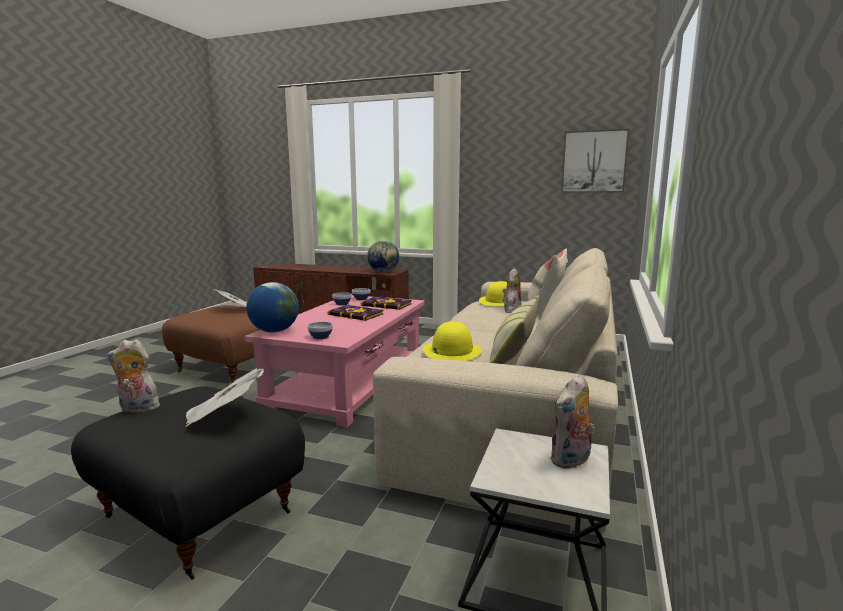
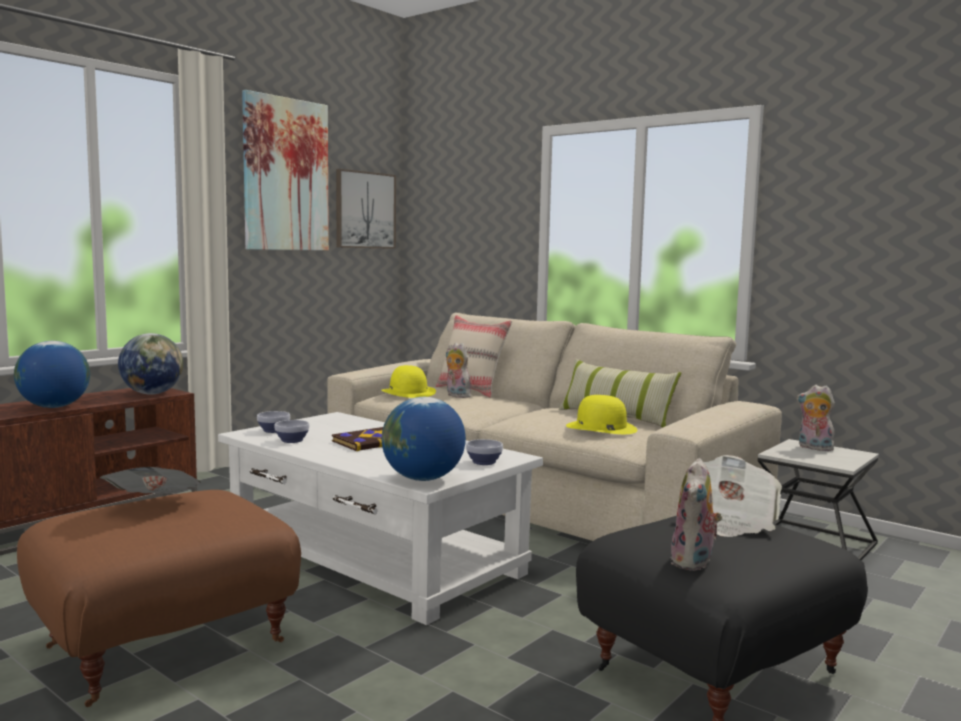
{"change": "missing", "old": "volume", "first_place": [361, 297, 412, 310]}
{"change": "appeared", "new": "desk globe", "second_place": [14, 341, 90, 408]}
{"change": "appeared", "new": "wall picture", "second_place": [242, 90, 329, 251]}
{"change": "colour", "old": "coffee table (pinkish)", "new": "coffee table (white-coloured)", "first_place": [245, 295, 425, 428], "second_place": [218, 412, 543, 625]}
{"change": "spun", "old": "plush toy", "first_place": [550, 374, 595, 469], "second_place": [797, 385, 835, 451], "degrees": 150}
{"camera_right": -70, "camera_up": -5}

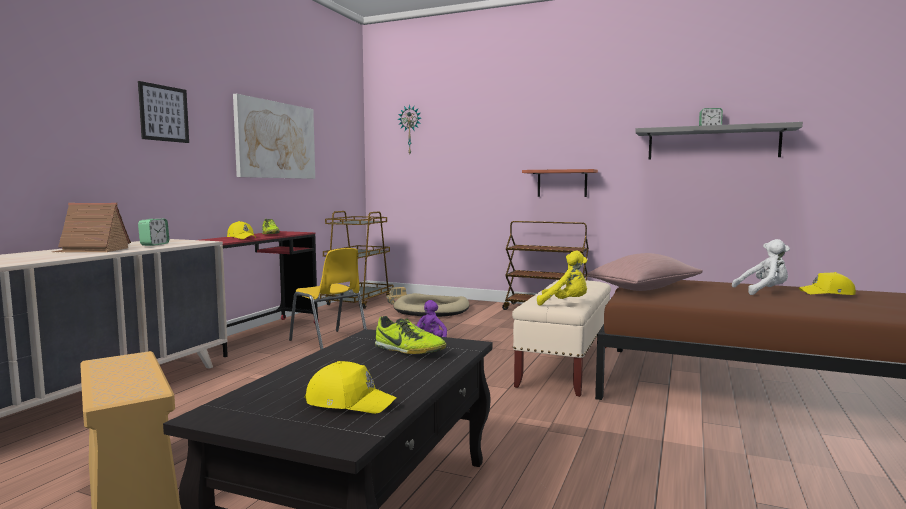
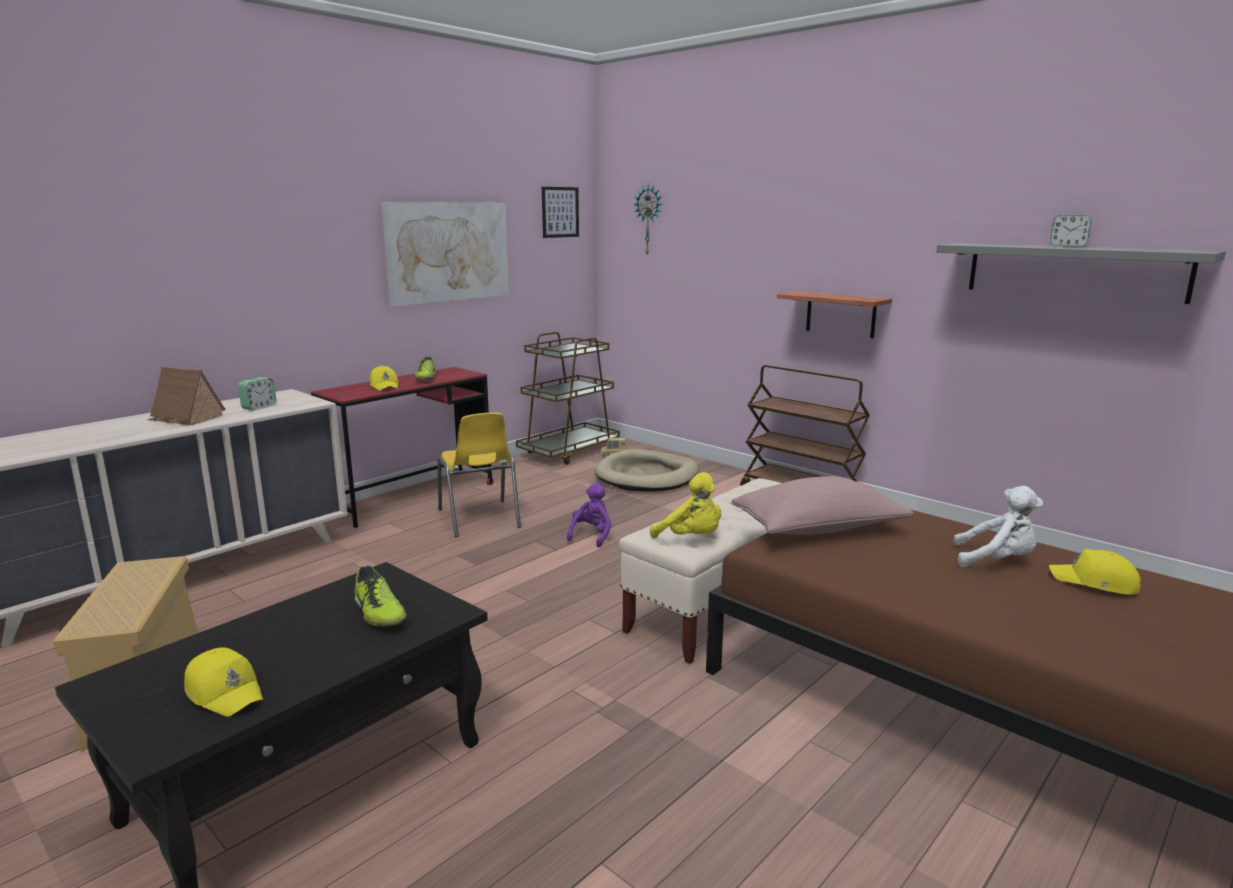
{"change": "relocated", "old": "wall picture", "first_place": [138, 81, 189, 143], "second_place": [542, 187, 579, 238]}
{"camera_right": 20, "camera_up": 10}

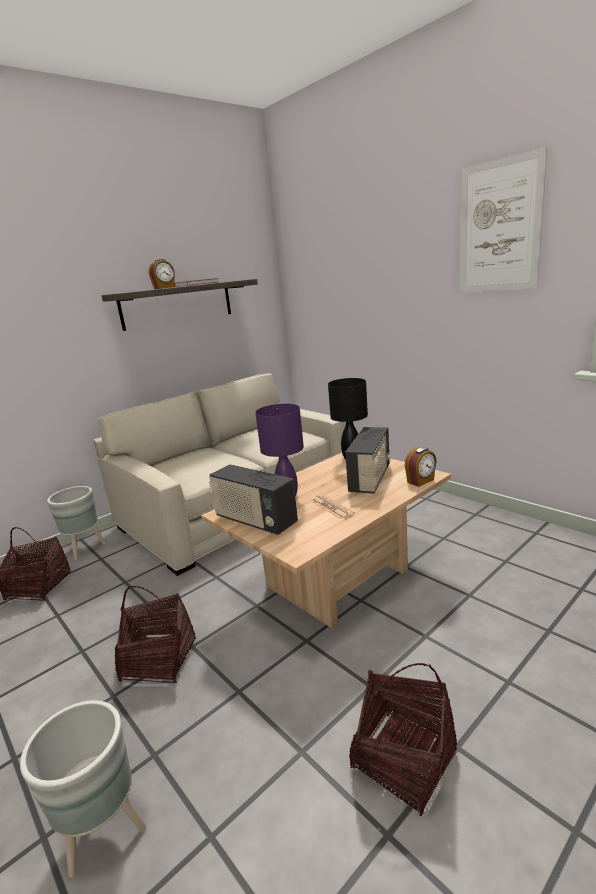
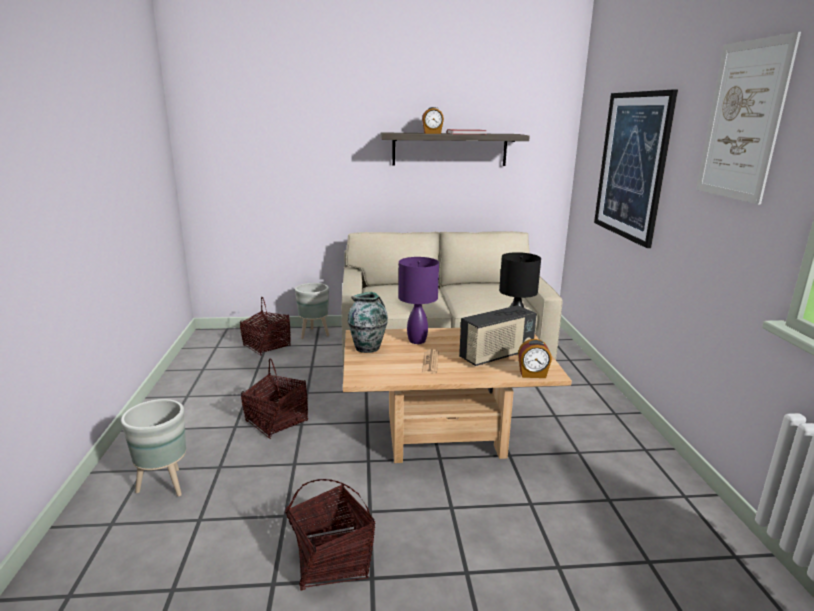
{"change": "appeared", "new": "wall picture", "second_place": [594, 89, 678, 248]}
{"change": "exchanged", "old": "radio", "new": "decorative vase", "first_place": [209, 464, 298, 535], "second_place": [348, 292, 388, 353]}
{"camera_right": 35, "camera_up": 0}

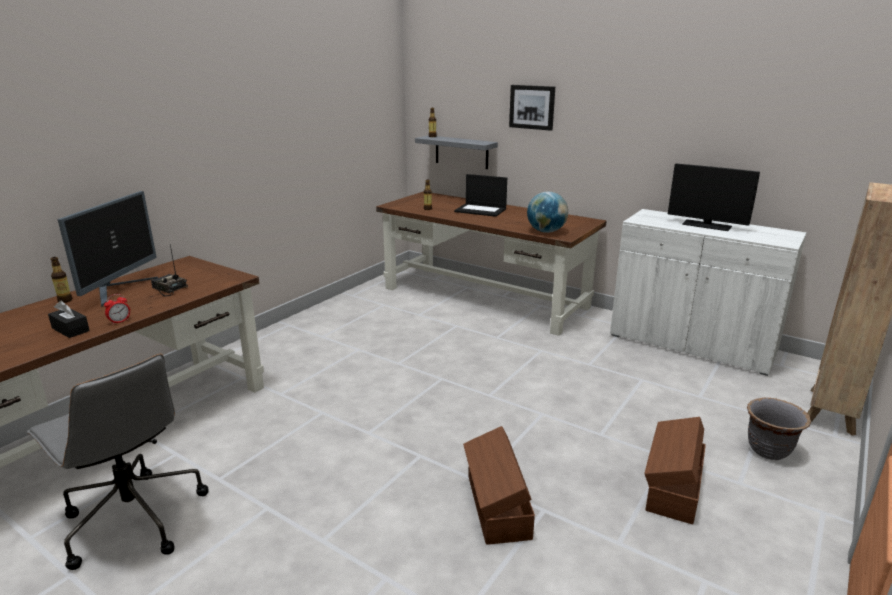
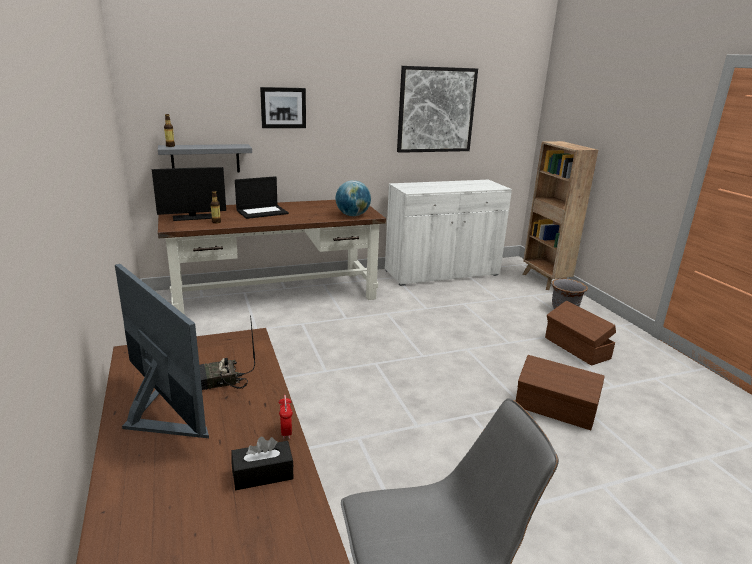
{"change": "missing", "old": "drink bottle", "first_place": [51, 257, 72, 303]}
{"change": "appeared", "new": "wall picture", "second_place": [397, 66, 478, 153]}
{"change": "relocated", "old": "monitor", "first_place": [668, 164, 760, 231], "second_place": [152, 167, 226, 221]}
{"camera_right": -55, "camera_up": 0}

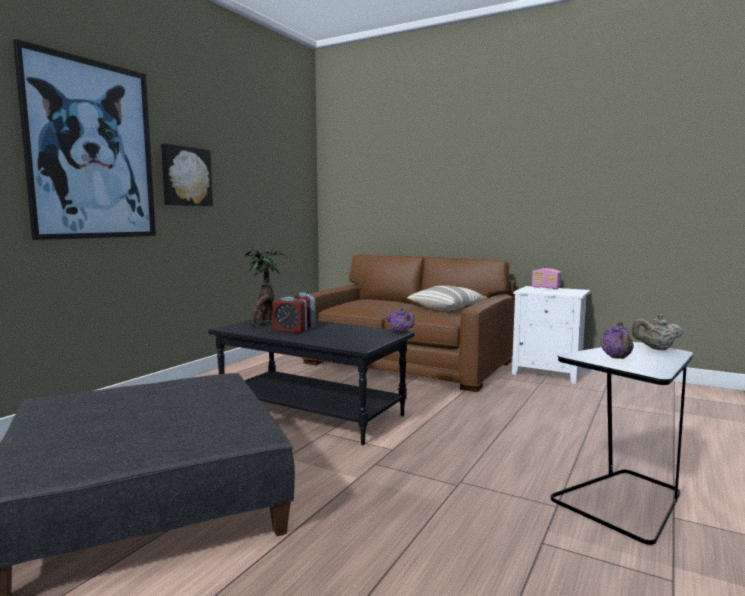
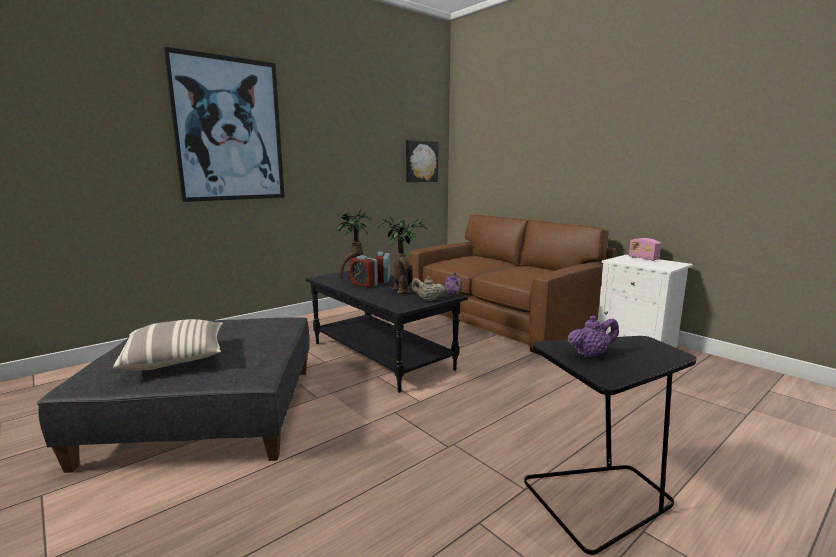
{"change": "appeared", "new": "houseplant", "second_place": [378, 214, 427, 294]}
{"change": "relocated", "old": "wall picture", "first_place": [161, 143, 213, 206], "second_place": [406, 140, 438, 182]}
{"change": "relocated", "old": "cushion", "first_place": [407, 285, 488, 311], "second_place": [113, 319, 223, 371]}
{"change": "relocated", "old": "tea pot (sand-coloured)", "first_place": [631, 314, 683, 350], "second_place": [411, 276, 445, 301]}
{"change": "spun", "old": "tea pot (purple-coloured)", "first_place": [601, 321, 634, 359], "second_place": [568, 315, 619, 357], "degrees": -135}
{"camera_right": 20, "camera_up": 5}

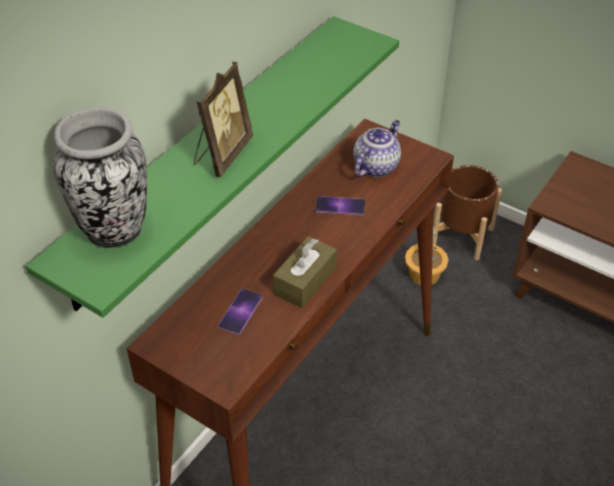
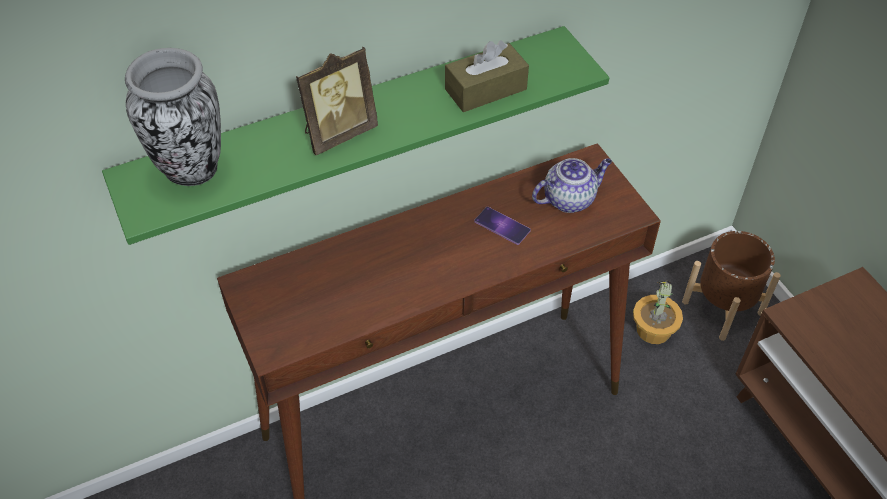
{"change": "missing", "old": "telephone", "first_place": [218, 288, 263, 335]}
{"change": "relocated", "old": "tissue box (brownish)", "first_place": [273, 236, 337, 308], "second_place": [445, 40, 529, 112]}
{"camera_right": 30, "camera_up": 5}

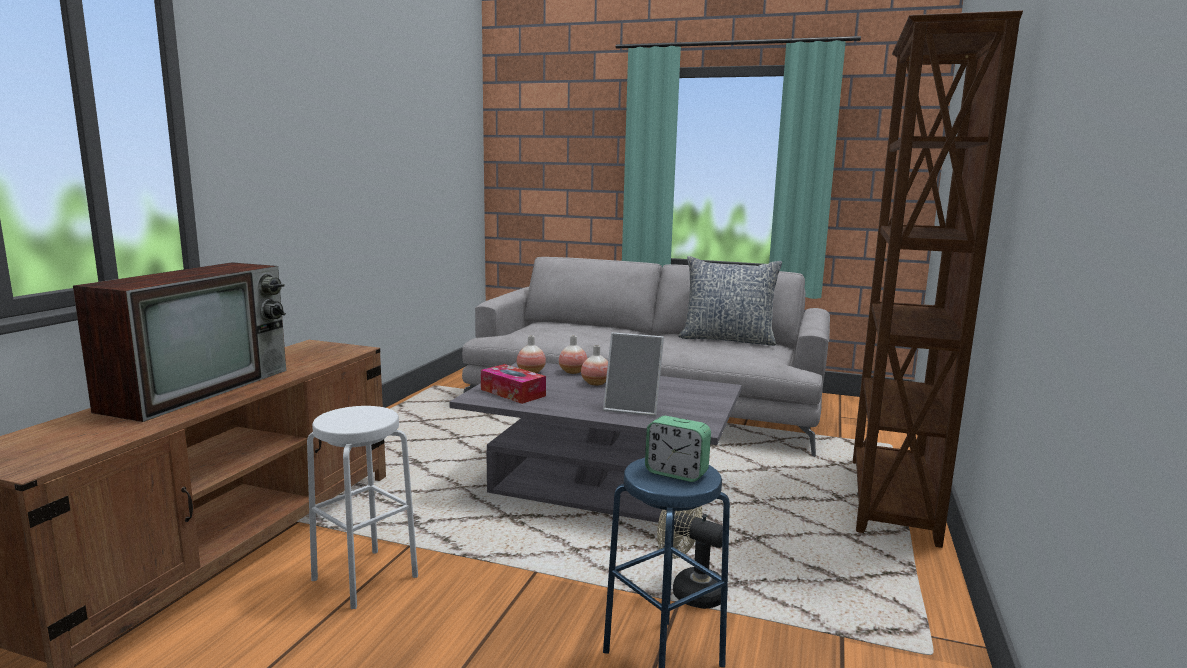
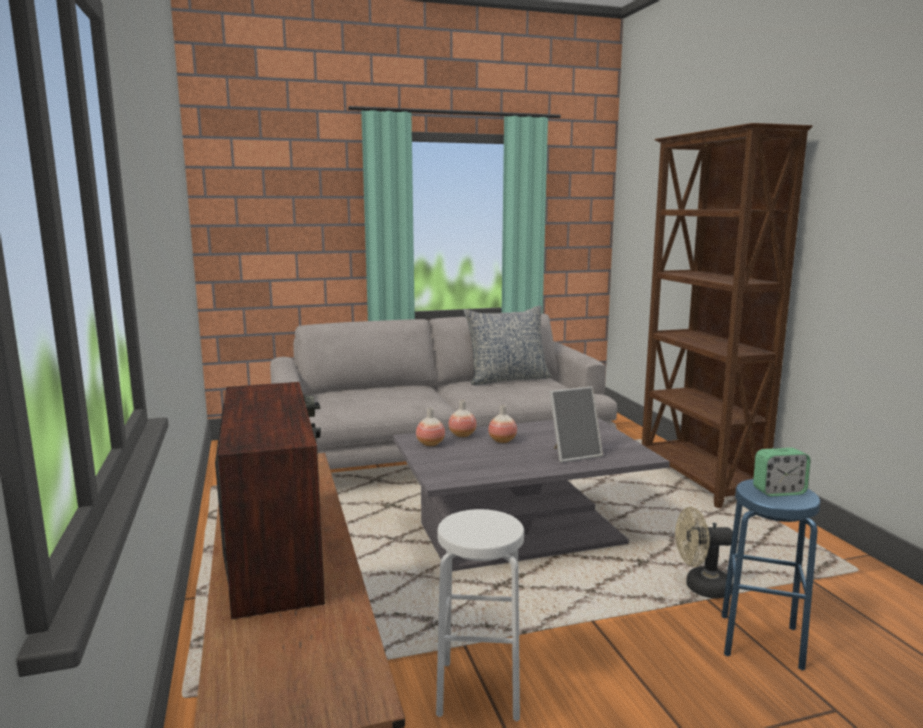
{"change": "missing", "old": "tissue box", "first_place": [481, 364, 546, 404]}
{"camera_right": -35, "camera_up": 0}

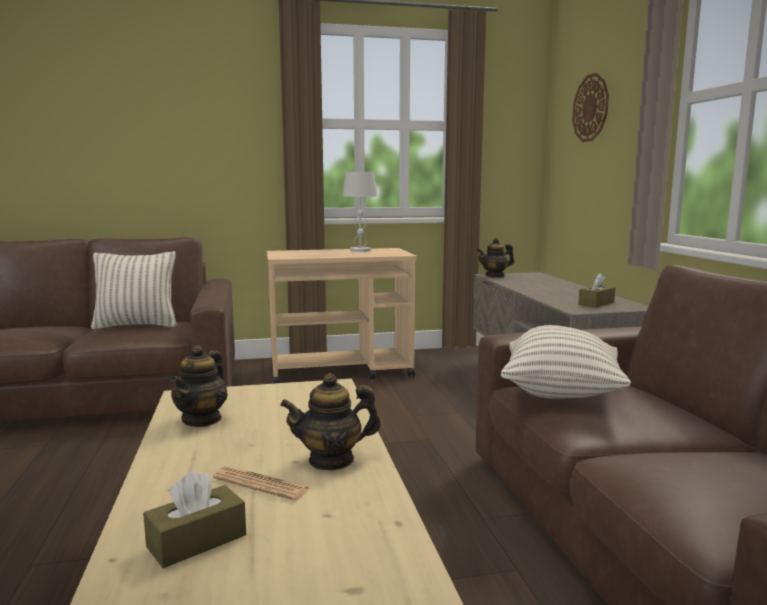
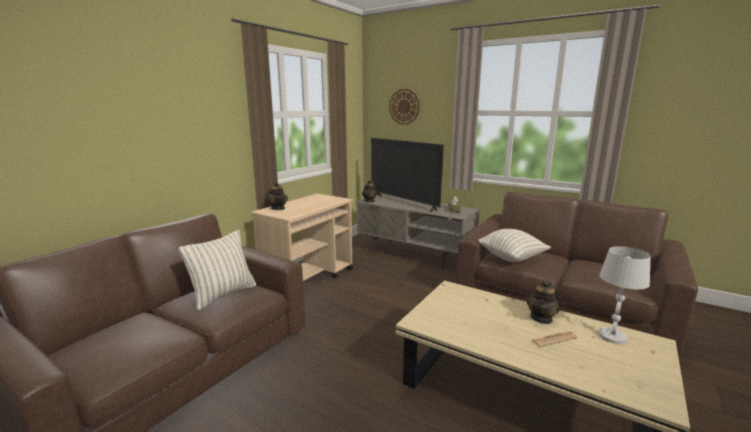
{"change": "missing", "old": "tissue box (brownish)", "first_place": [143, 471, 246, 568]}
{"change": "appeared", "new": "television", "second_place": [371, 138, 444, 212]}
{"change": "relocated", "old": "tea pot", "first_place": [170, 345, 228, 427], "second_place": [267, 182, 288, 210]}
{"change": "relocated", "old": "tabletop lamp (white-coloured)", "first_place": [342, 172, 378, 252], "second_place": [599, 246, 650, 344]}
{"camera_right": -45, "camera_up": 5}

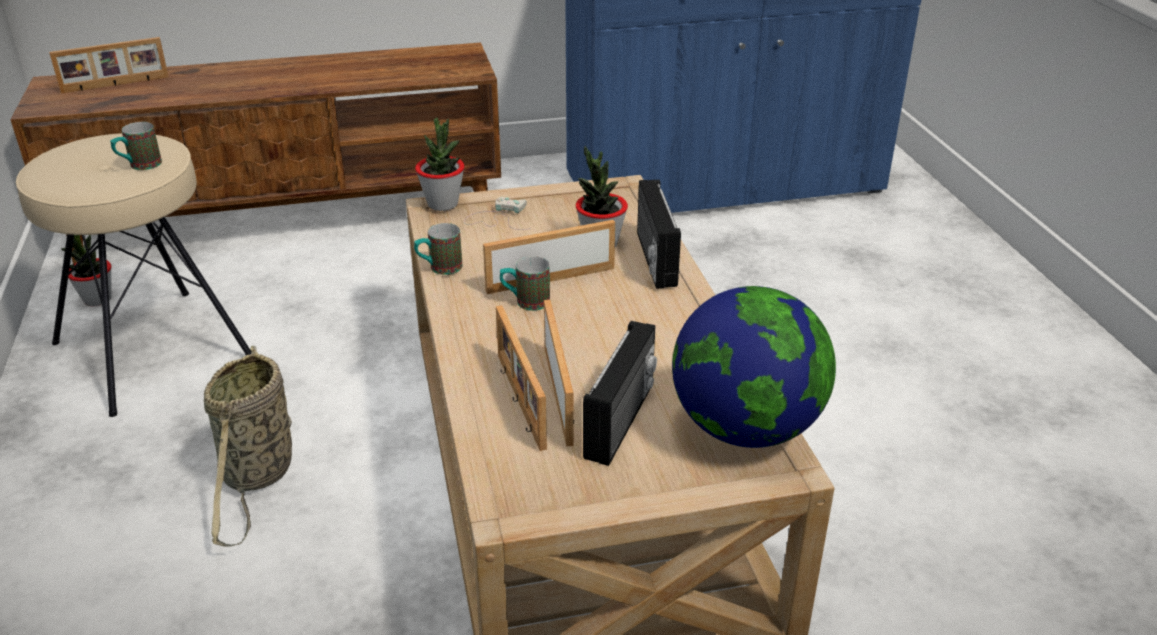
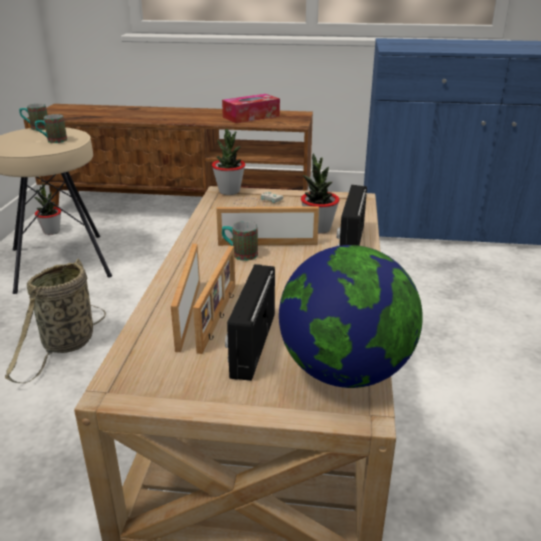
{"change": "missing", "old": "picture frame", "first_place": [49, 37, 169, 93]}
{"change": "appeared", "new": "tissue box", "second_place": [222, 94, 280, 123]}
{"change": "relocated", "old": "tea mug", "first_place": [414, 223, 462, 275], "second_place": [19, 104, 48, 131]}
{"change": "spun", "old": "radio", "first_place": [583, 321, 657, 466], "second_place": [225, 264, 275, 381], "degrees": 150}
{"camera_right": 20, "camera_up": -5}

